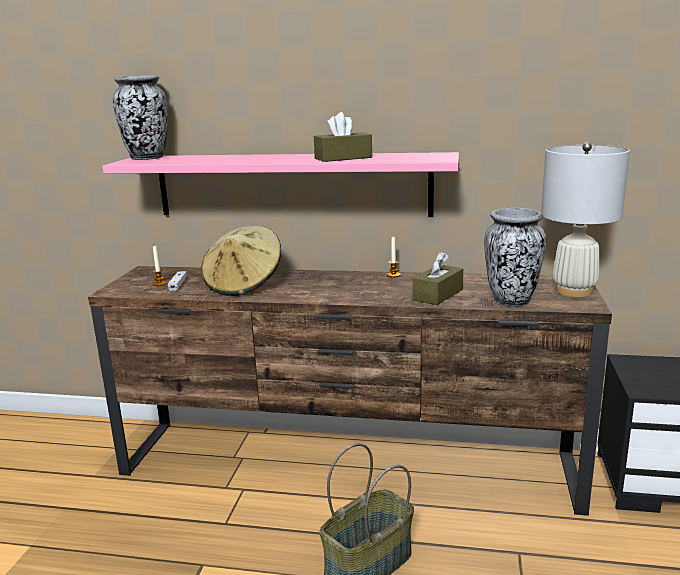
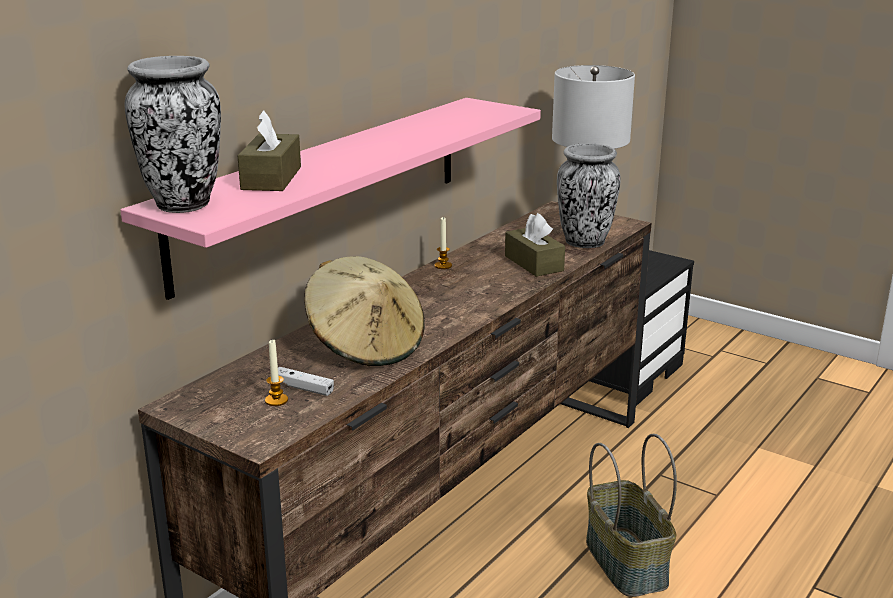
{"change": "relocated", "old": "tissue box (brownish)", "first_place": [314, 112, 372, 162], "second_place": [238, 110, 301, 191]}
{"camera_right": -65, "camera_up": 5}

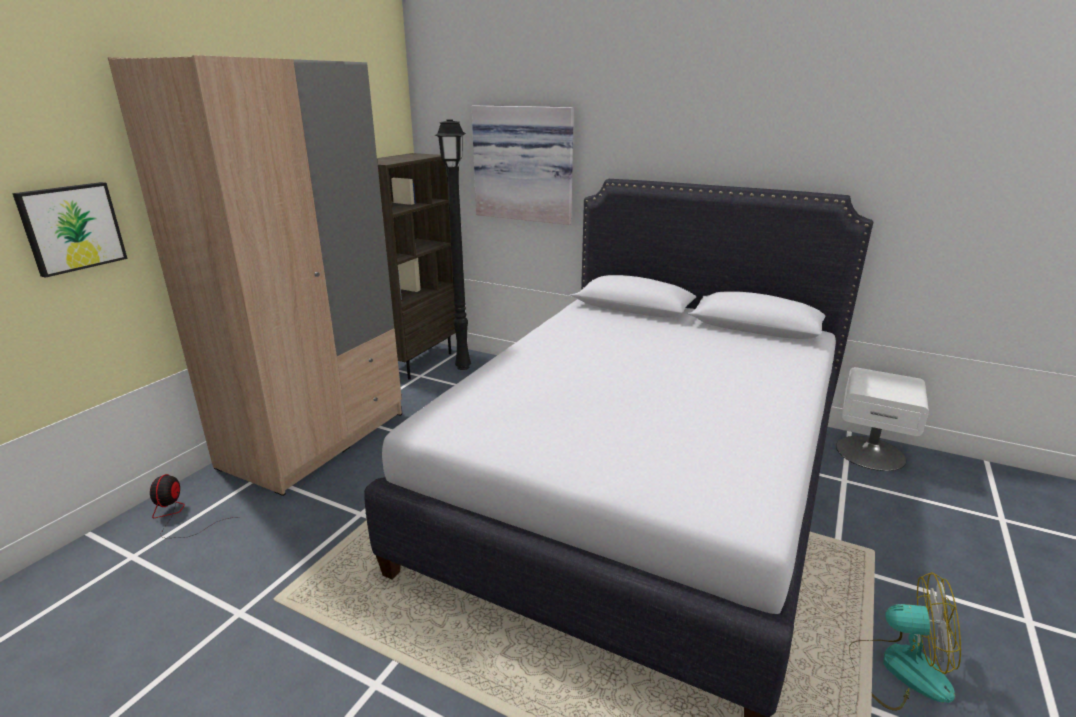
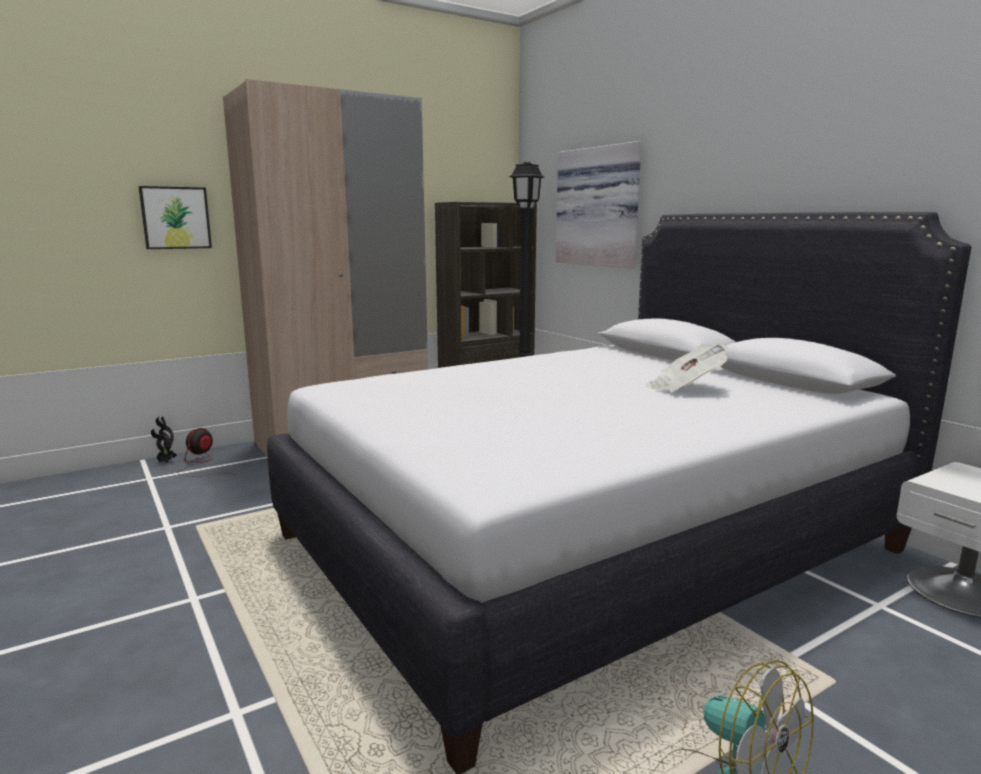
{"change": "appeared", "new": "houseplant", "second_place": [151, 416, 177, 463]}
{"change": "appeared", "new": "daily paper", "second_place": [646, 344, 728, 391]}
{"camera_right": 30, "camera_up": -10}

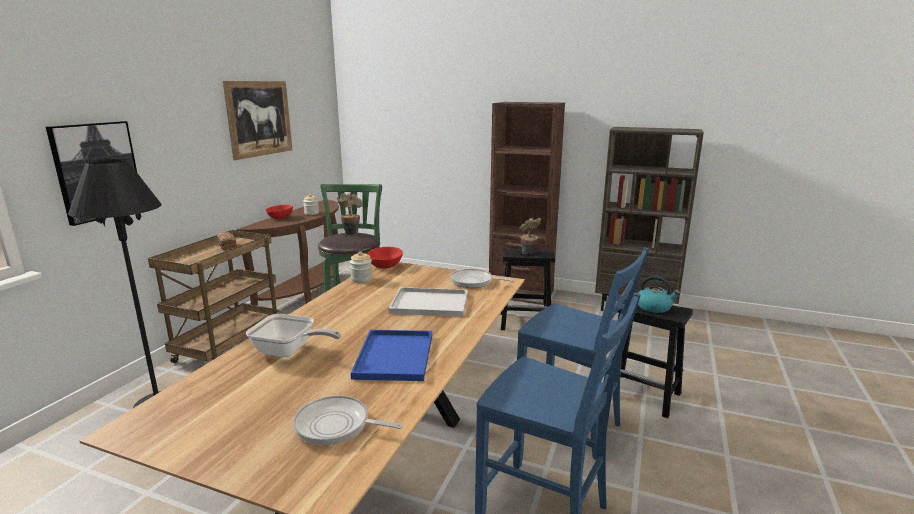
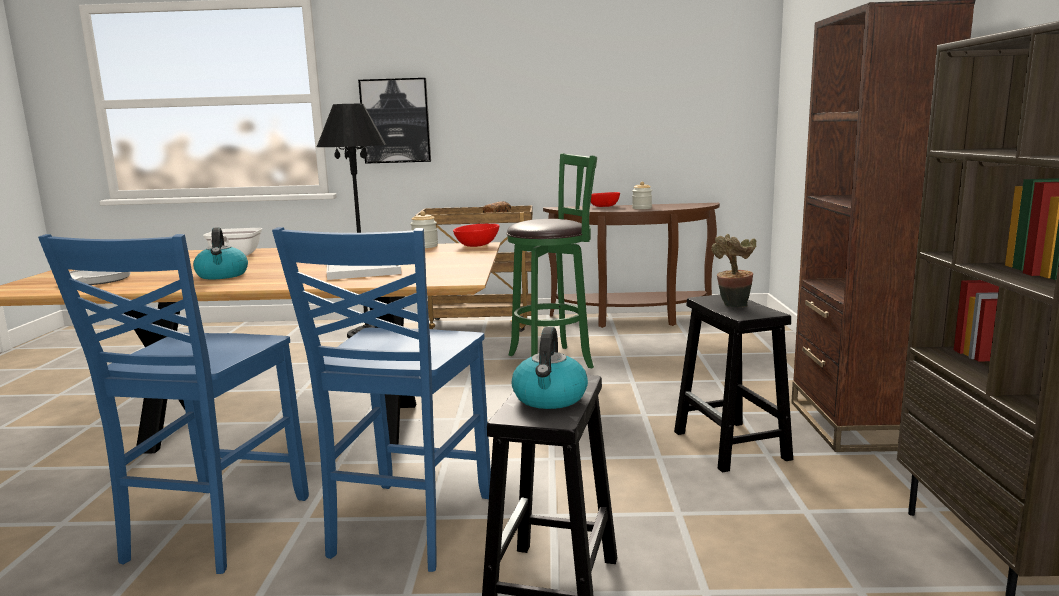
{"change": "missing", "old": "wall picture", "first_place": [223, 81, 292, 160]}
{"change": "missing", "old": "houseplant", "first_place": [337, 193, 363, 235]}
{"change": "missing", "old": "frying pan", "first_place": [450, 269, 514, 288]}
{"change": "exchanged", "old": "tray (bluish)", "new": "tea kettle", "first_place": [351, 330, 432, 381], "second_place": [193, 227, 248, 279]}
{"camera_right": 70, "camera_up": -5}

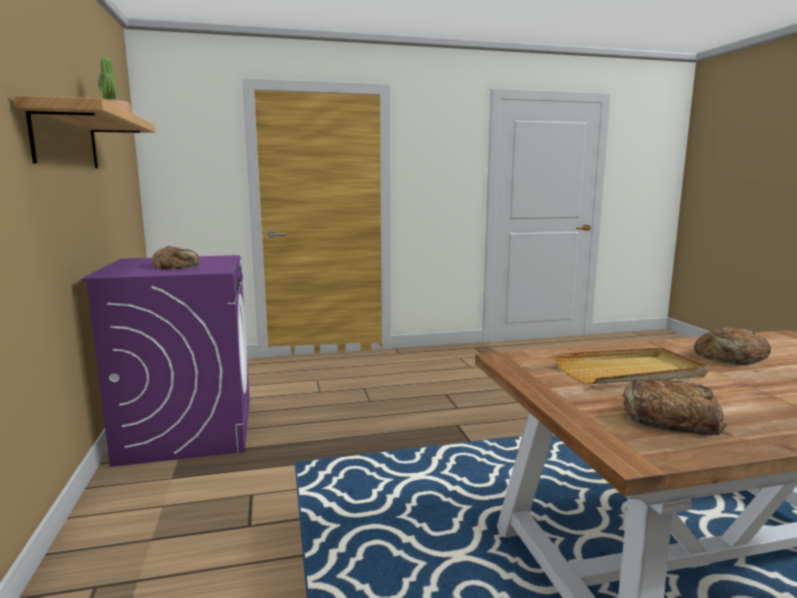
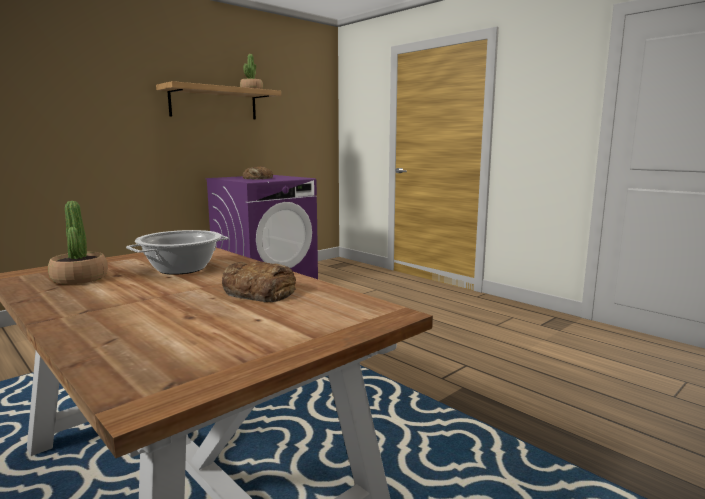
{"change": "exchanged", "old": "tray (sand-coloured)", "new": "stockpot", "first_place": [554, 348, 708, 384], "second_place": [126, 230, 228, 275]}
{"change": "exchanged", "old": "bakery bread", "new": "houseplant", "first_place": [623, 378, 727, 436], "second_place": [48, 201, 108, 284]}
{"camera_right": 60, "camera_up": 0}

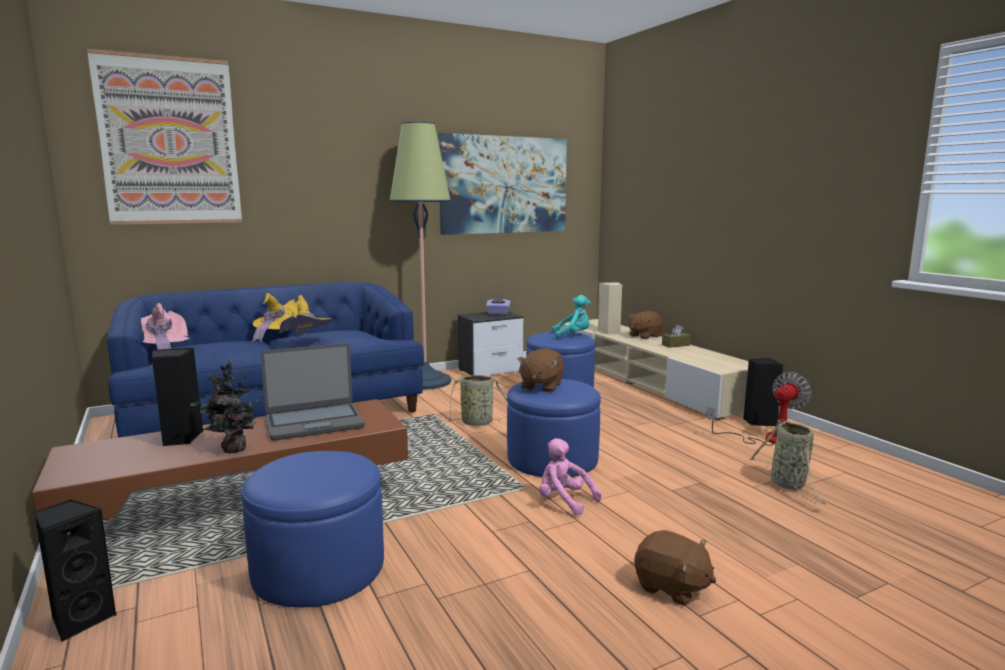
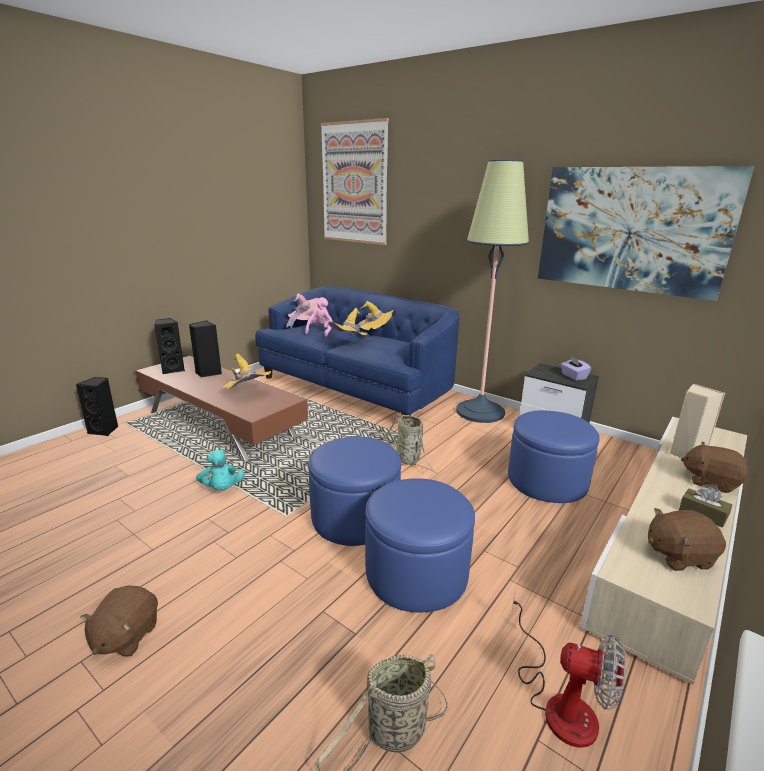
{"change": "missing", "old": "houseplant", "first_place": [191, 359, 264, 454]}
{"change": "relocated", "old": "ottoman (bluish)", "first_place": [241, 451, 384, 607], "second_place": [365, 478, 475, 612]}
{"change": "relocated", "old": "plush toy (brownish)", "first_place": [517, 348, 564, 392], "second_place": [648, 508, 726, 571]}
{"change": "relocated", "old": "plush toy (pinkish)", "first_place": [539, 438, 601, 515], "second_place": [305, 297, 333, 337]}
{"change": "relocated", "old": "plush toy (turquoise)", "first_place": [552, 295, 591, 339], "second_place": [196, 450, 244, 491]}
{"change": "relocated", "old": "loudspeaker (black)", "first_place": [743, 358, 783, 426], "second_place": [154, 318, 185, 374]}
{"change": "exchanged", "old": "laptop", "new": "clothing hat (yellowish)", "first_place": [260, 343, 365, 441], "second_place": [222, 353, 271, 390]}
{"camera_right": 65, "camera_up": 10}

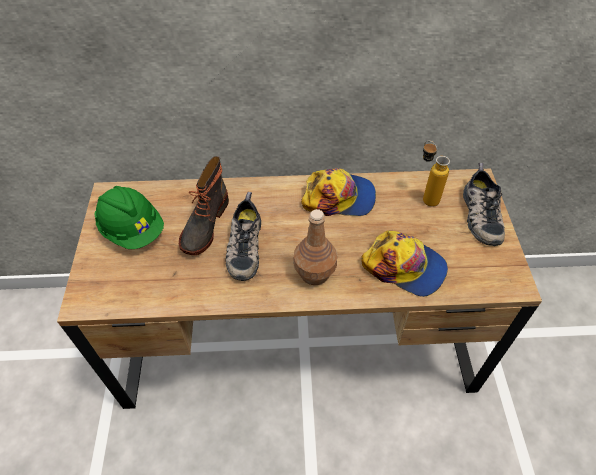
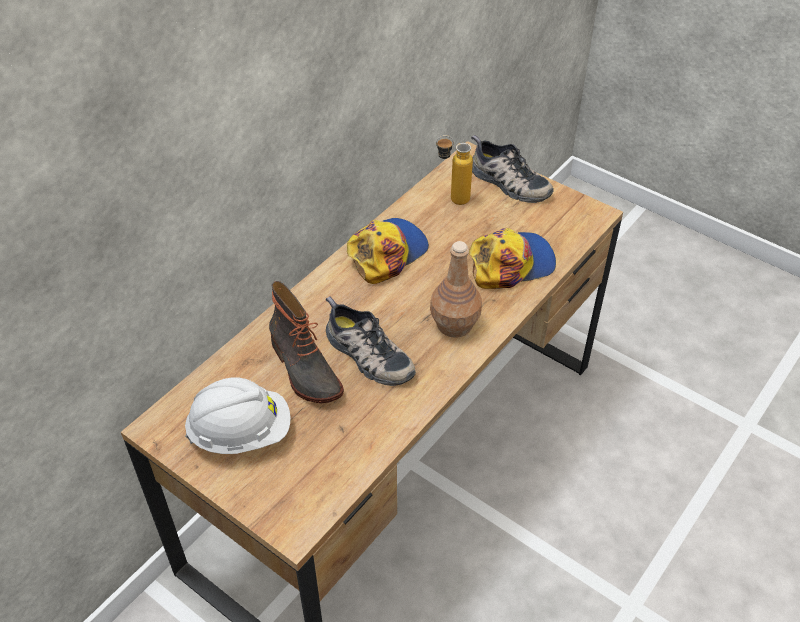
{"change": "colour", "old": "hard hat (greenish)", "new": "hard hat (white-coloured)", "first_place": [95, 186, 164, 249], "second_place": [185, 377, 291, 454]}
{"camera_right": -50, "camera_up": -5}

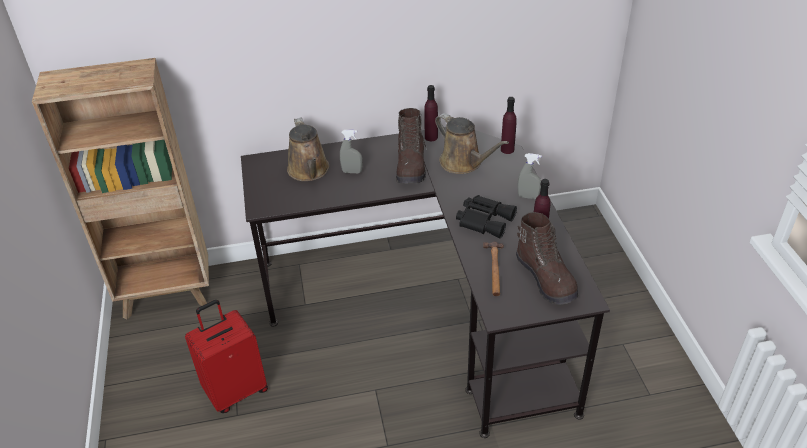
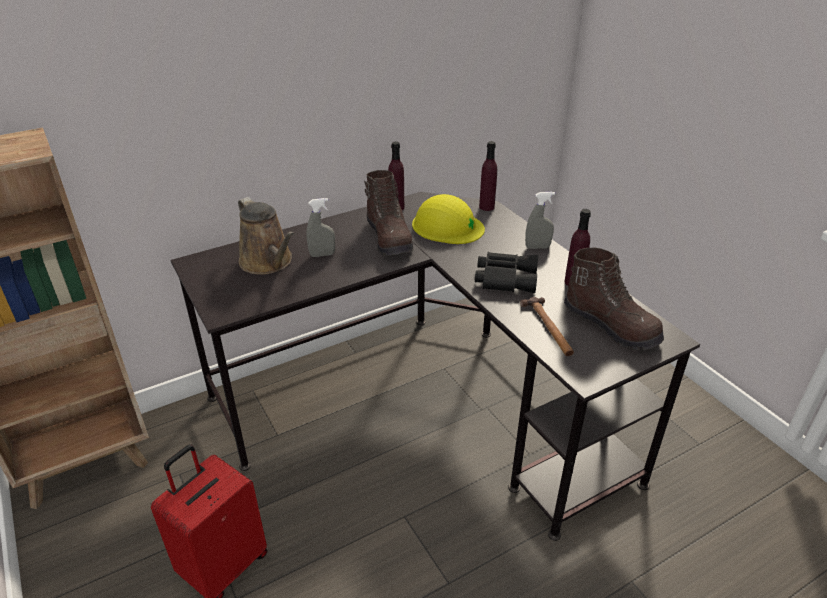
{"change": "exchanged", "old": "watering can (brownish)", "new": "hard hat (yellowish)", "first_place": [435, 113, 509, 174], "second_place": [412, 194, 485, 244]}
{"camera_right": -20, "camera_up": -5}

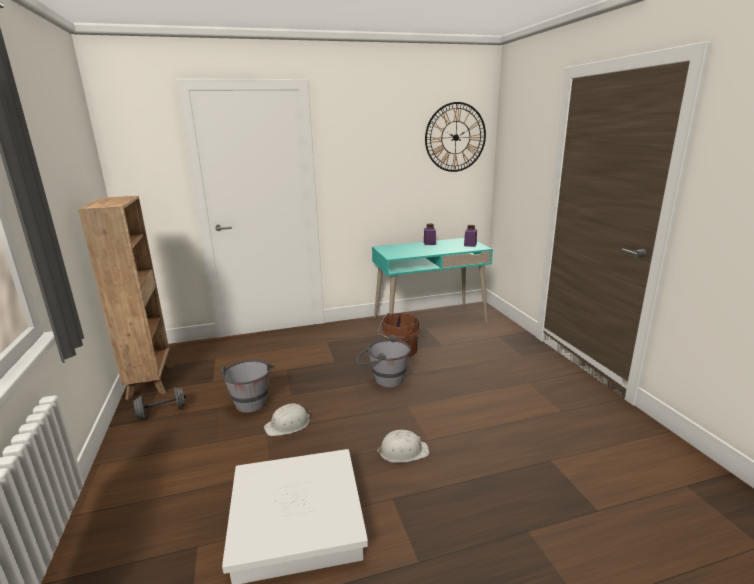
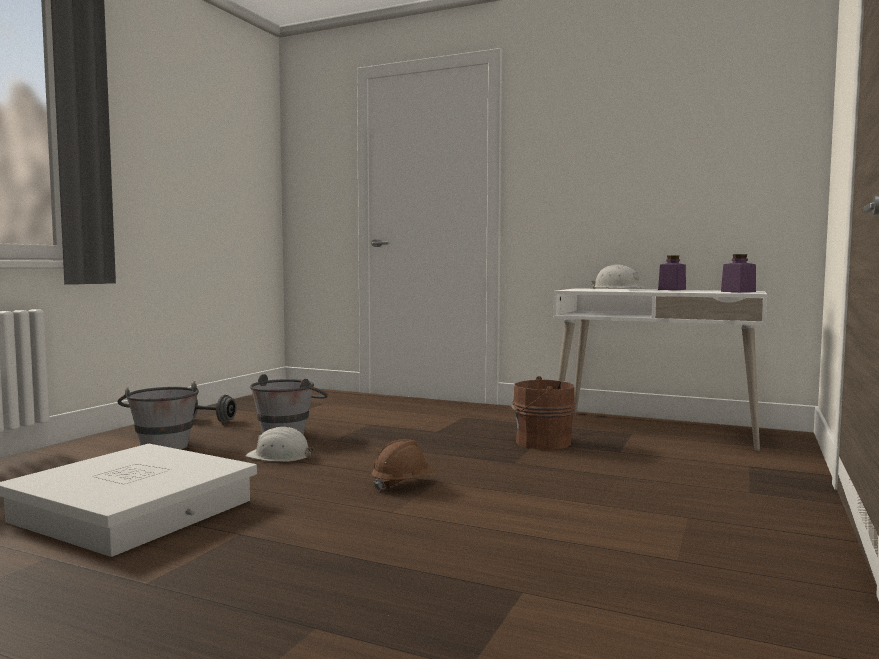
{"change": "missing", "old": "bookshelf (brownish)", "first_place": [78, 196, 173, 400]}
{"change": "missing", "old": "hanging clock", "first_place": [425, 102, 486, 172]}
{"change": "appeared", "new": "hard hat (brownish)", "second_place": [372, 439, 435, 491]}
{"change": "relocated", "old": "pail (grey)", "first_place": [356, 335, 411, 387], "second_place": [118, 381, 199, 450]}
{"change": "relocated", "old": "hard hat (white-coloured)", "first_place": [377, 430, 429, 463], "second_place": [591, 265, 646, 289]}
{"change": "colour", "old": "desk unit (turquoise)", "new": "desk unit (white-coloured)", "first_place": [372, 238, 493, 324], "second_place": [553, 288, 767, 451]}
{"camera_right": 40, "camera_up": -15}

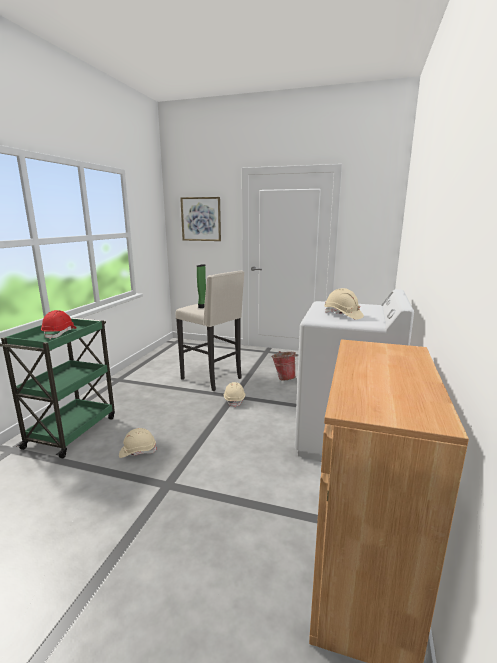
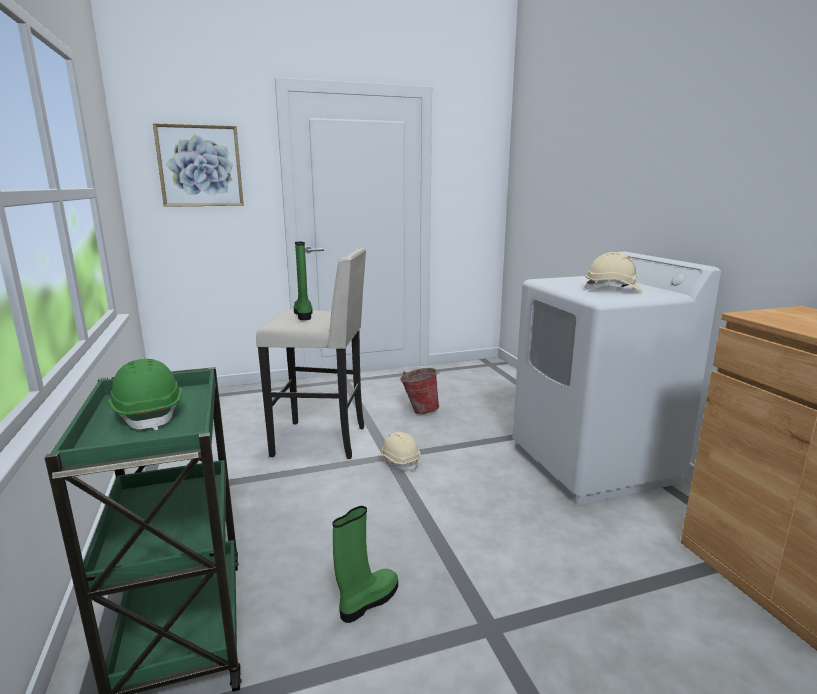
{"change": "exchanged", "old": "hard hat (sand-coloured)", "new": "tall boot (greenish)", "first_place": [119, 428, 157, 458], "second_place": [333, 506, 398, 623]}
{"change": "colour", "old": "hard hat (reddish)", "new": "hard hat (greenish)", "first_place": [41, 310, 76, 340], "second_place": [108, 359, 182, 430]}
{"camera_right": -35, "camera_up": 0}

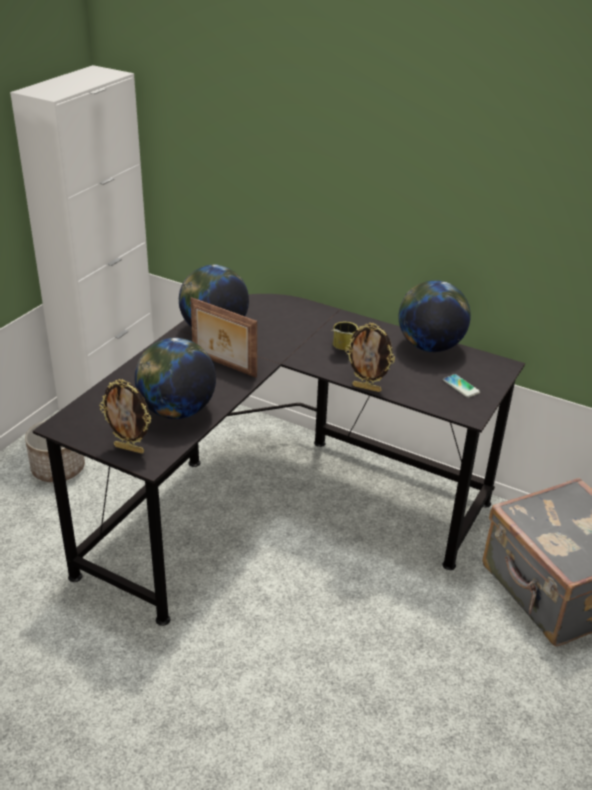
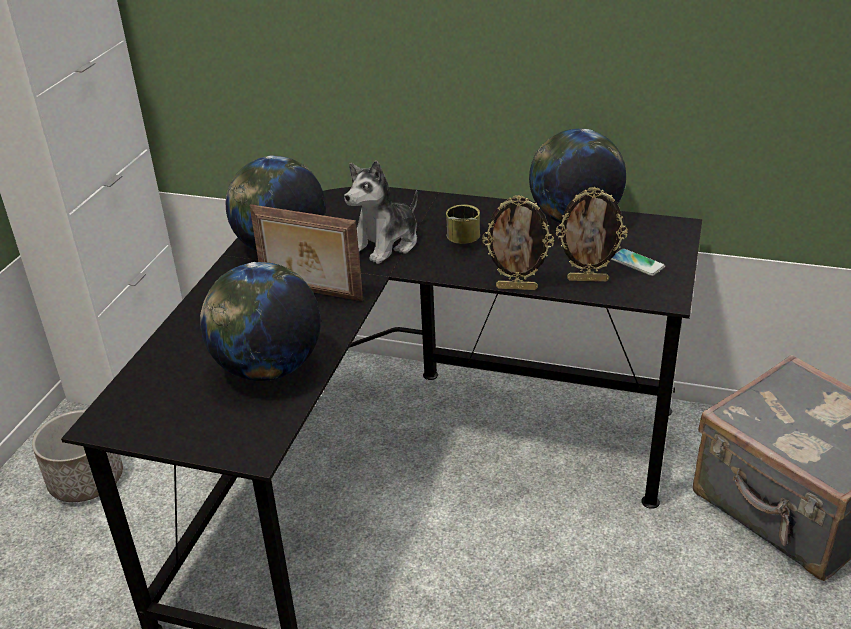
{"change": "appeared", "new": "plush toy", "second_place": [344, 160, 417, 264]}
{"change": "relocated", "old": "picture frame", "first_place": [99, 379, 152, 454], "second_place": [556, 187, 628, 282]}
{"camera_right": -10, "camera_up": 0}

